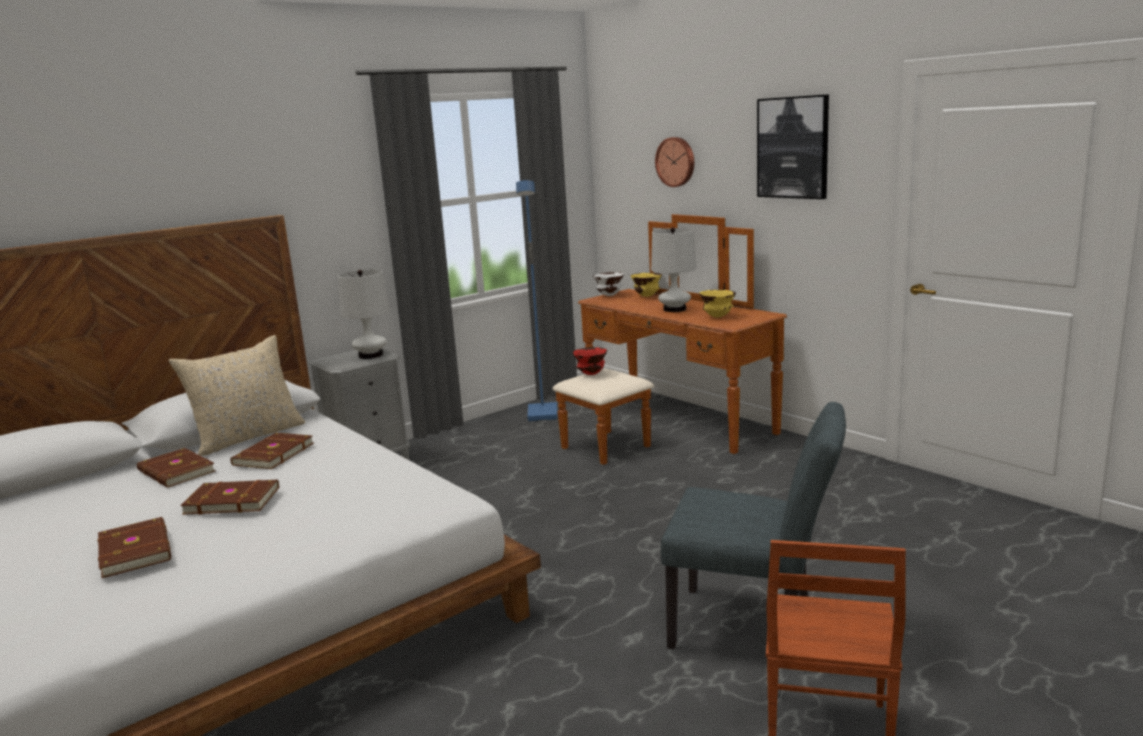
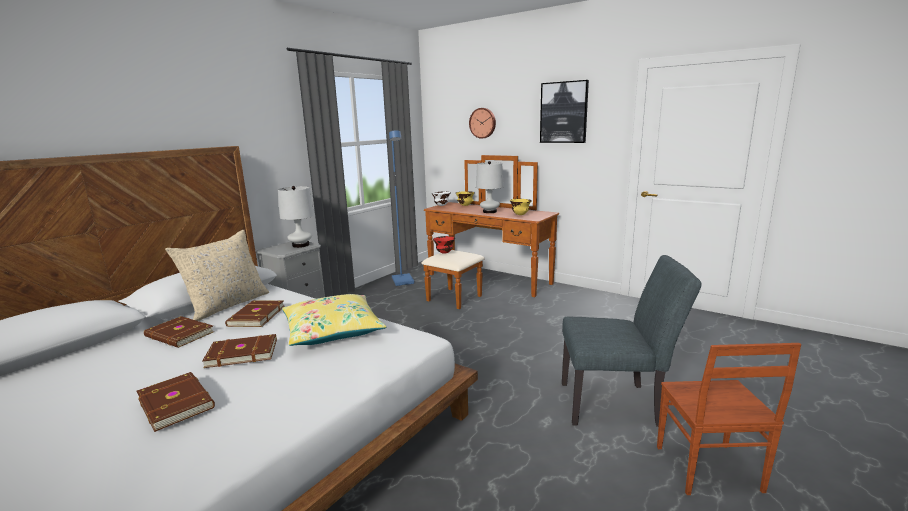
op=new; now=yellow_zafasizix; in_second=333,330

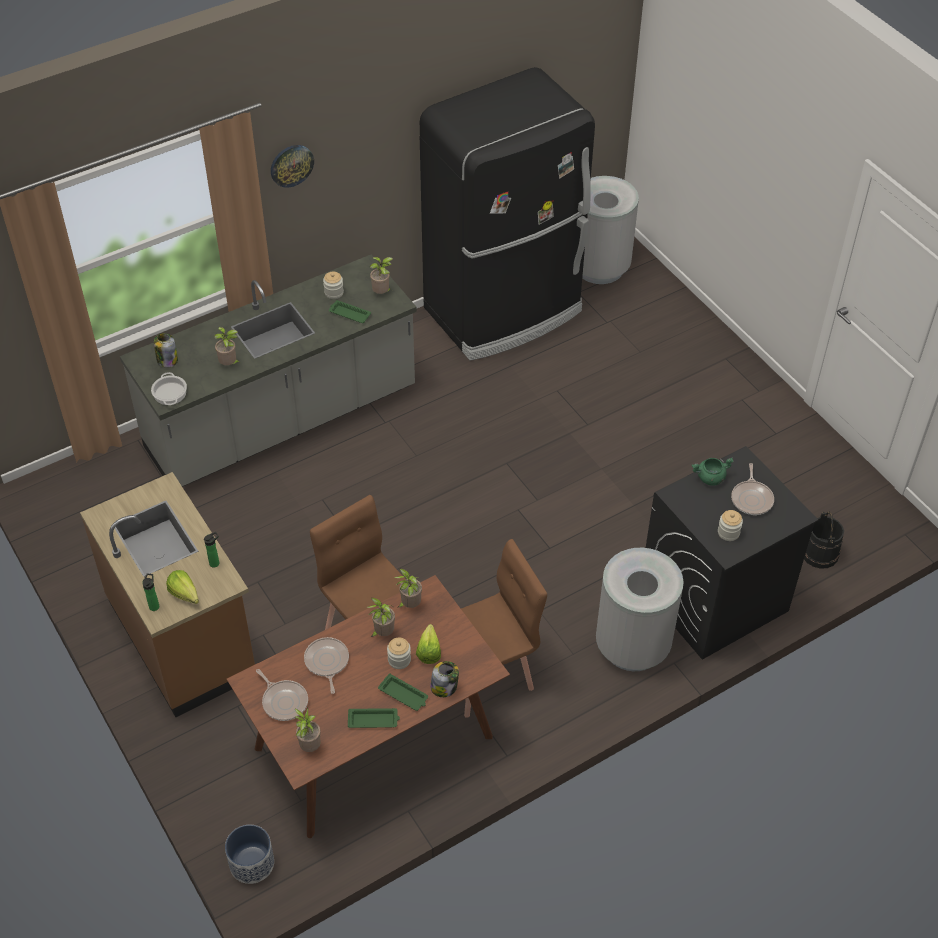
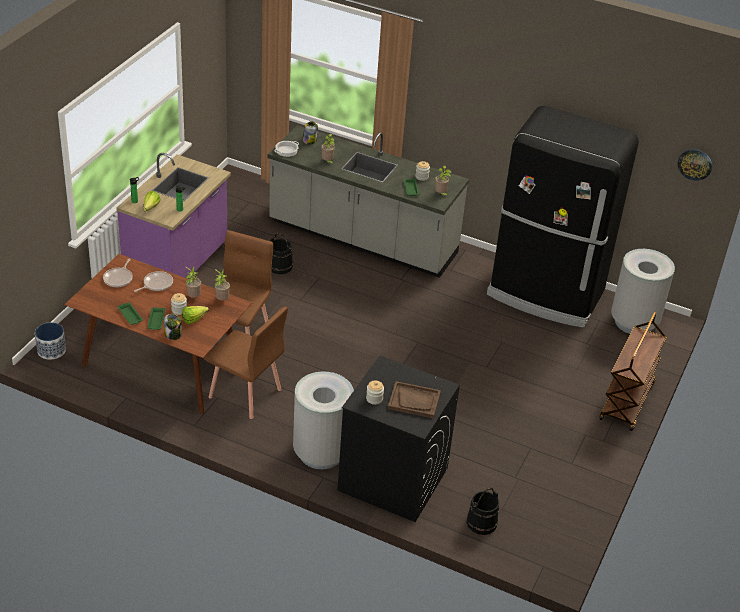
op=repainted; was=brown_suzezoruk; now=purple_suzezoruk; in_first=184,637; in_second=178,266
op=shifted; was=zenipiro; in_first=291,165; in_second=695,164
op=gone; was=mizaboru; in_first=309,746
op=gone; was=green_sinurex; in_first=710,478
op=swapped; was=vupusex; now=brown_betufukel; in_first=752,498; in_second=414,401
op=new; now=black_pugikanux; in_second=280,266
op=new; now=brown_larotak; in_second=627,402

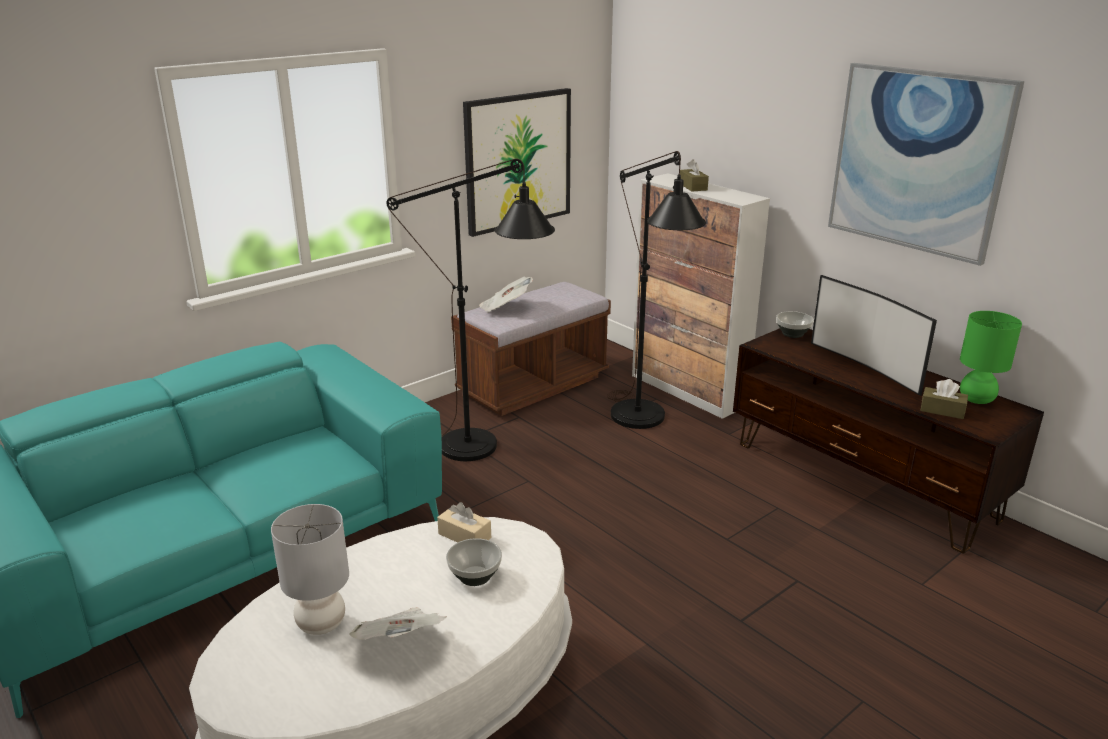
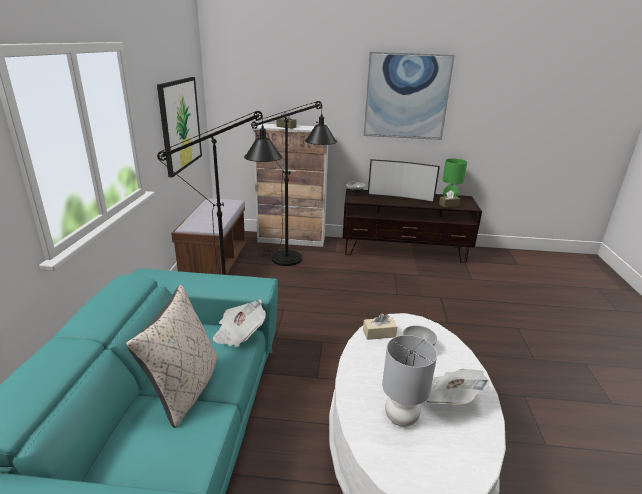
op=shifted; was=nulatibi; in_first=505,308; in_second=239,333
op=new; now=beige_zafasizix; in_second=185,389

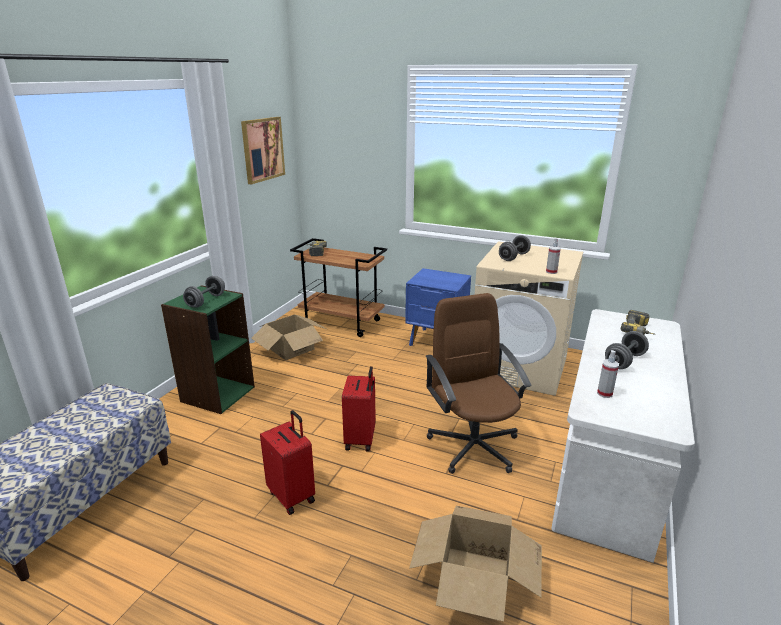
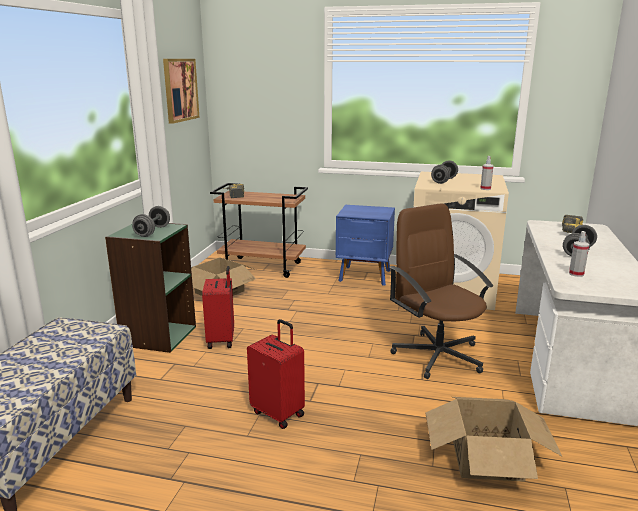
op=shifted; was=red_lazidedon; in_first=361,439; in_second=222,340

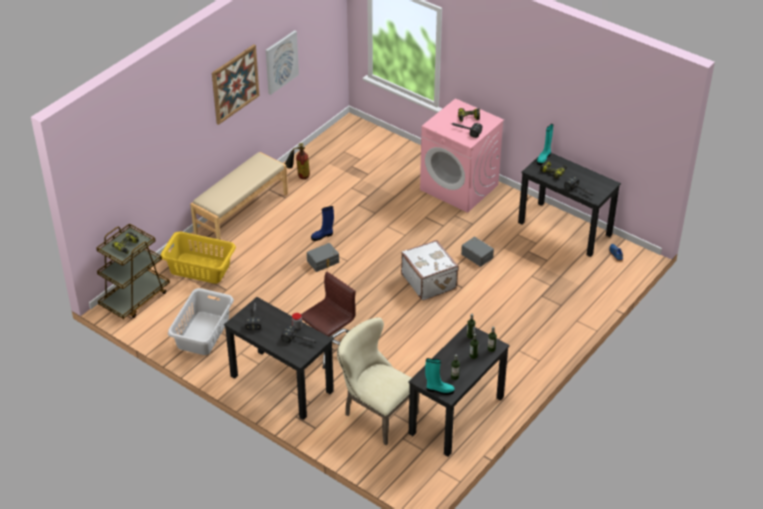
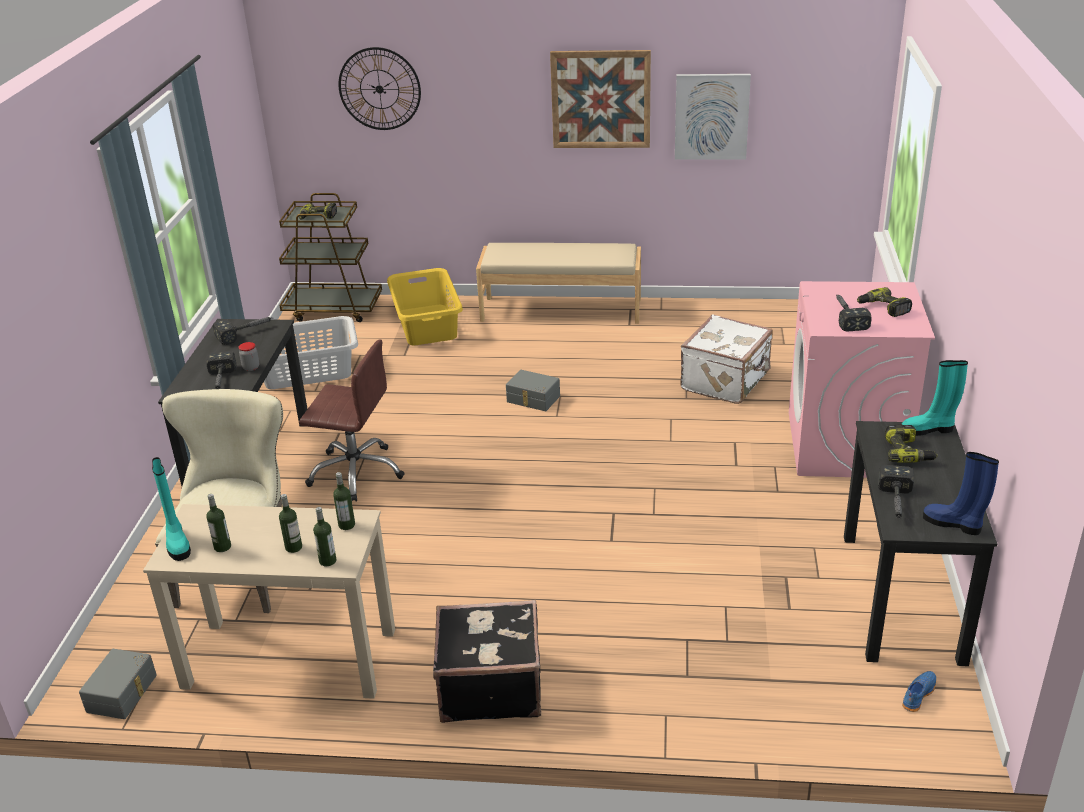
op=gone; was=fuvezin; in_first=298,176
op=shifted; was=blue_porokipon; in_first=322,236; in_second=953,524
op=shifted; was=white_lazidedon; in_first=429,281; in_second=726,381
op=repainted; was=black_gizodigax; now=beige_gizodigax; in_first=456,415; in_second=289,658
op=shifted; was=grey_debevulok; in_first=477,255; in_second=123,693
op=new; now=zenipiro; in_second=379,89
op=new; now=black_lazidedon; in_second=489,686

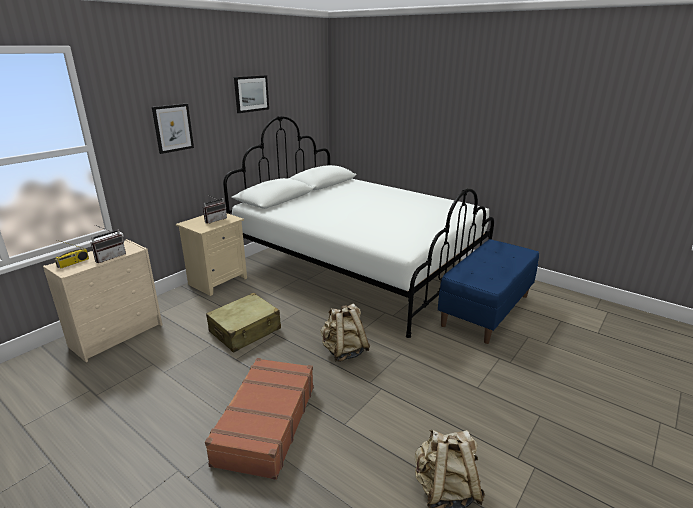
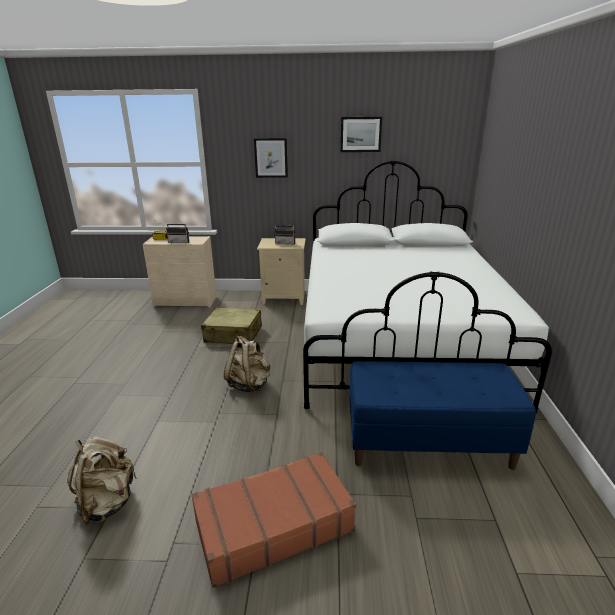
op=shifted; was=brown_lazidedon; in_first=265,424; in_second=273,525

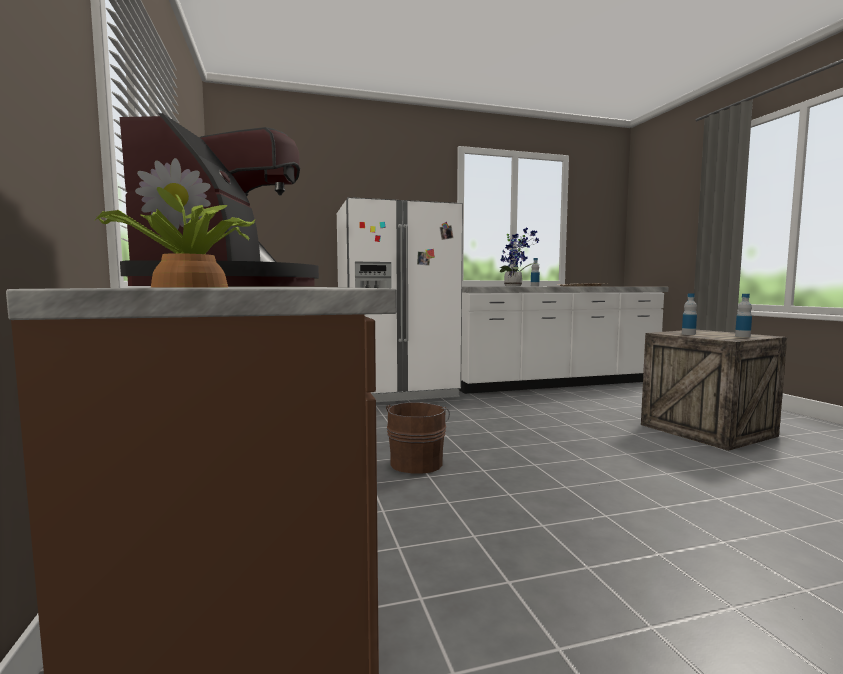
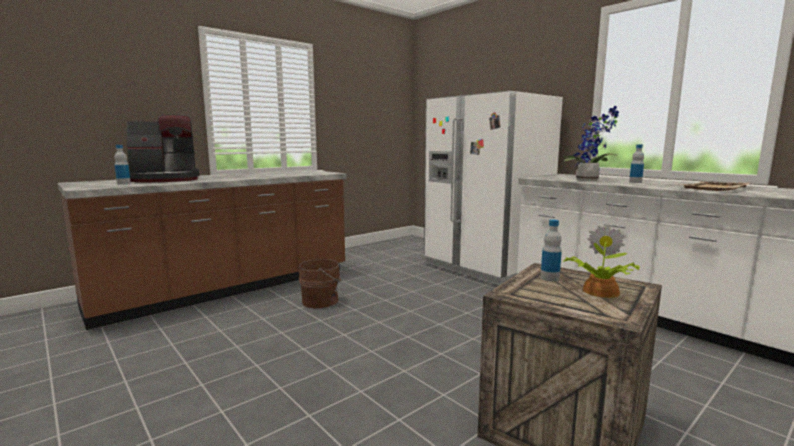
op=shifted; was=mizaboru; in_first=188,287; in_second=599,291
op=shifted; was=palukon; in_first=742,336; in_second=123,183

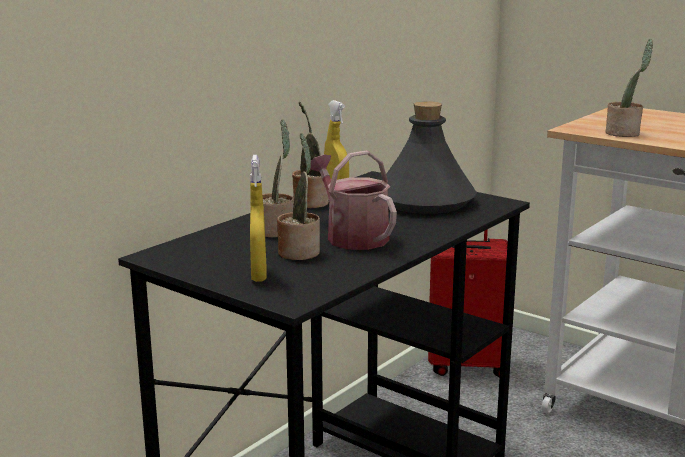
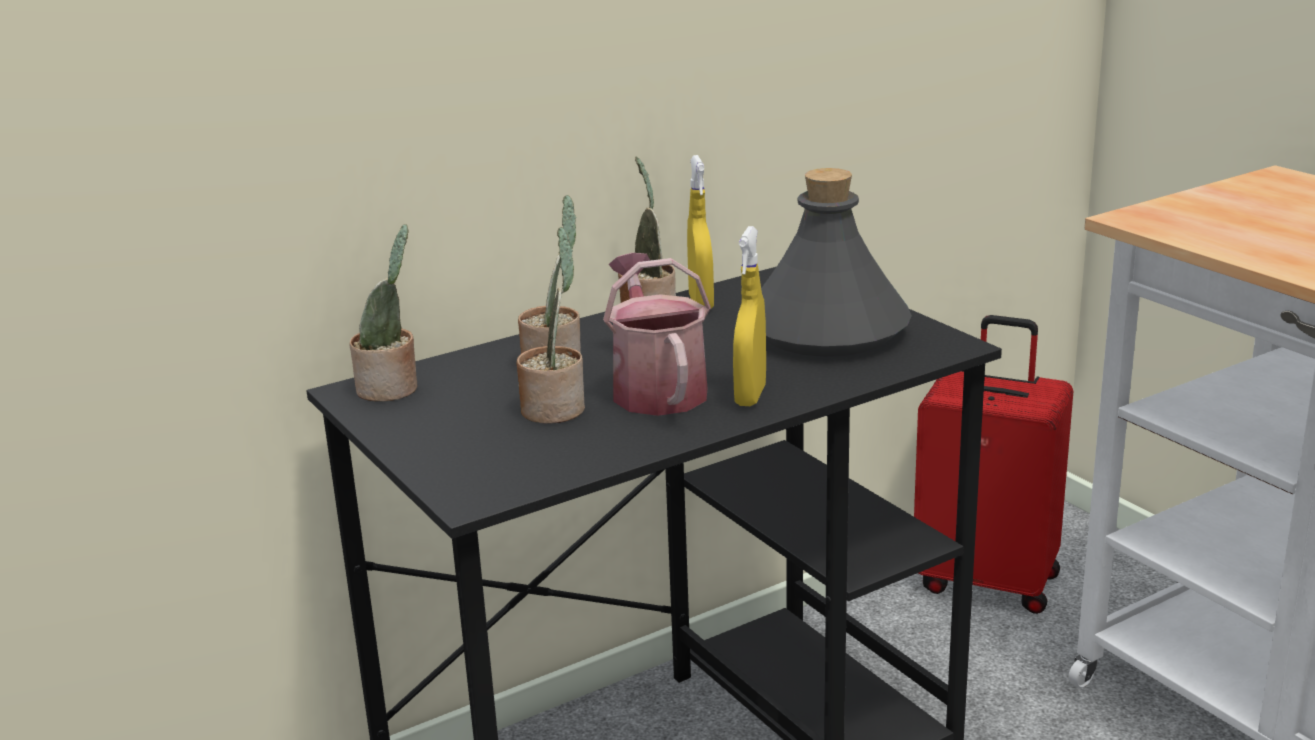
op=shifted; was=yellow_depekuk; in_first=259,275; in_second=750,396
op=shifted; was=mizaboru; in_first=625,133; in_second=391,389

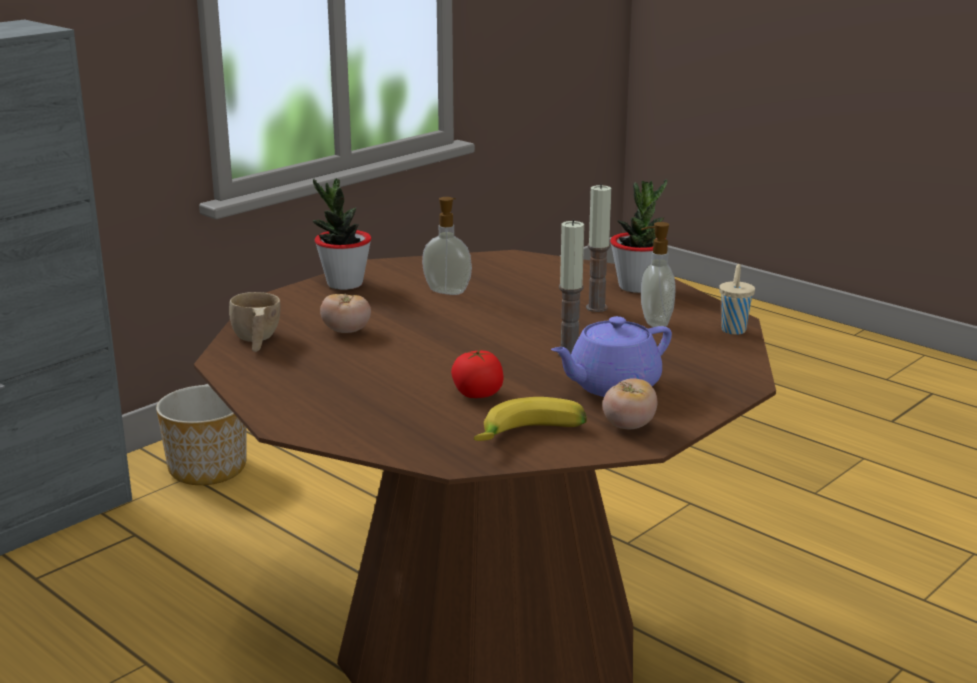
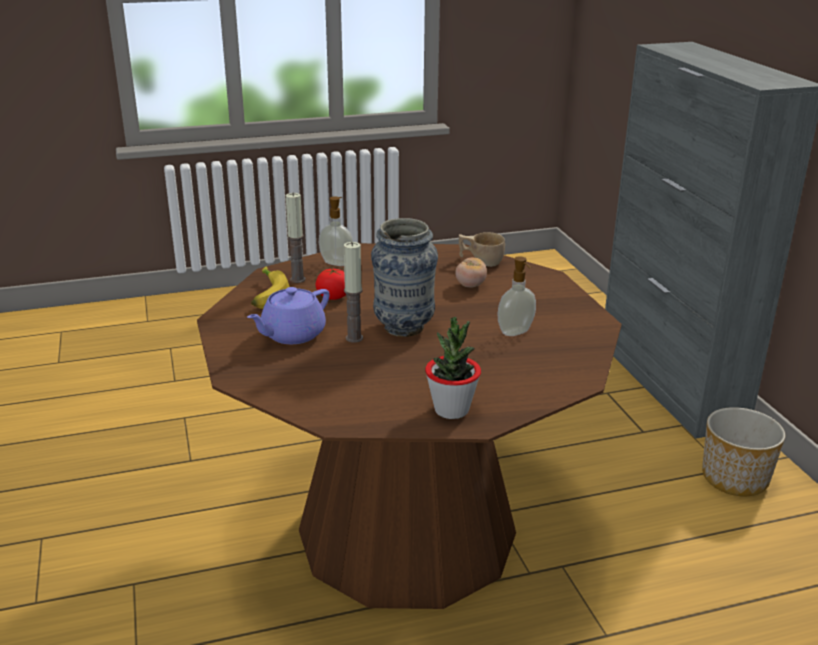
op=gone; was=mizaboru; in_first=344,284
op=rotated; was=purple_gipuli; in_first=611,386; in_second=292,335; clockwise=-135
op=shifted; was=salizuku; in_first=596,308; in_second=297,279
op=gone; was=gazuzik; in_first=628,426
op=shifted; was=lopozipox; in_first=654,322; in_second=337,263
op=gone; was=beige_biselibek; in_first=733,331
op=new; now=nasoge; in_second=404,328

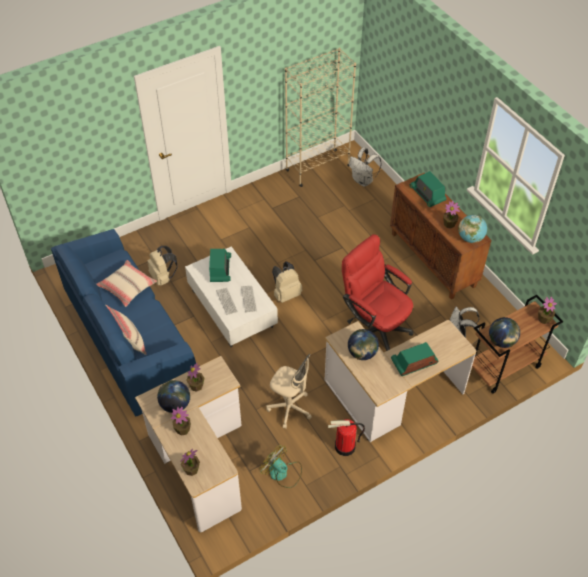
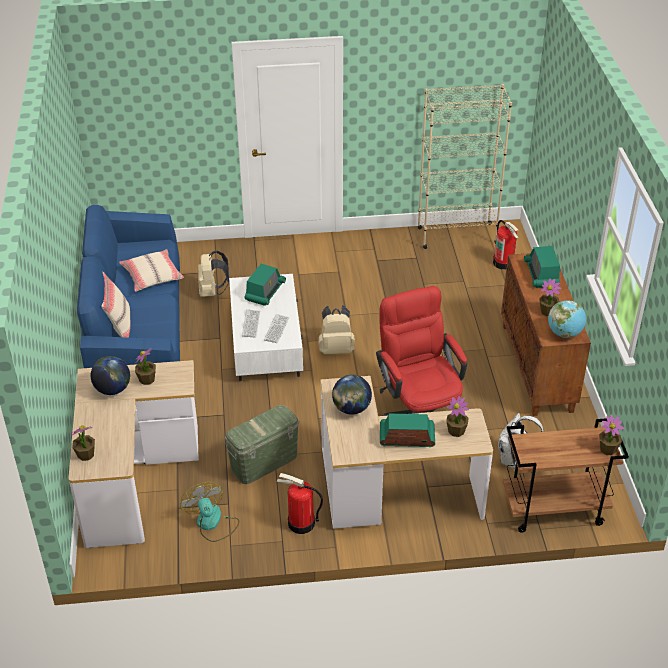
op=shifted; was=mizaboru; in_first=183,429; in_second=456,431
op=swapped; was=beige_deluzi; now=green_debevulok; in_first=290,408; in_second=264,462
op=swapped; was=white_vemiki; now=fuvezin; in_first=363,181; in_second=504,263
op=gone; was=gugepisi; in_first=501,341

